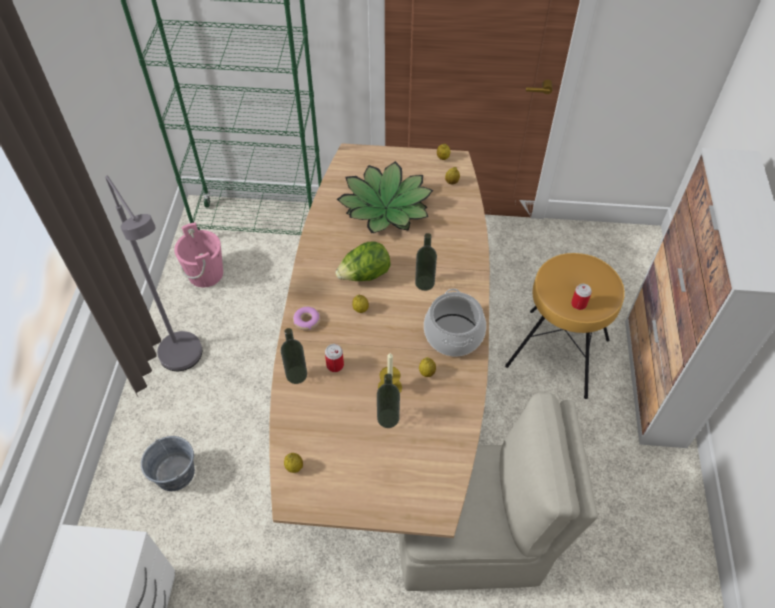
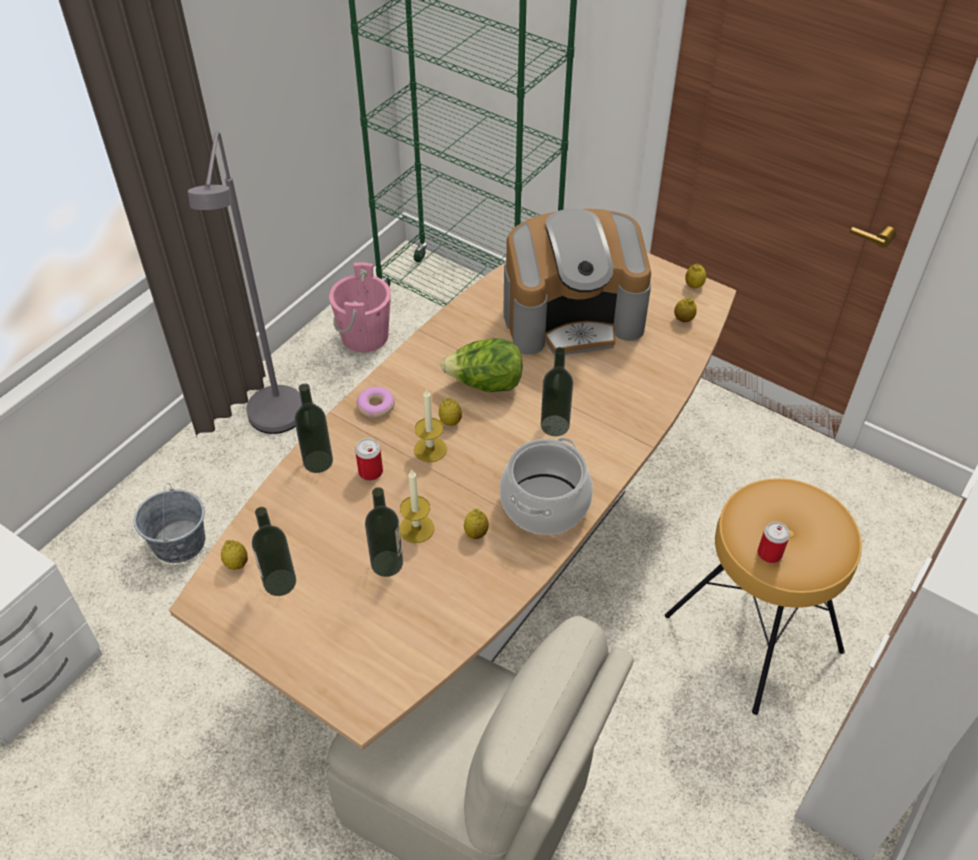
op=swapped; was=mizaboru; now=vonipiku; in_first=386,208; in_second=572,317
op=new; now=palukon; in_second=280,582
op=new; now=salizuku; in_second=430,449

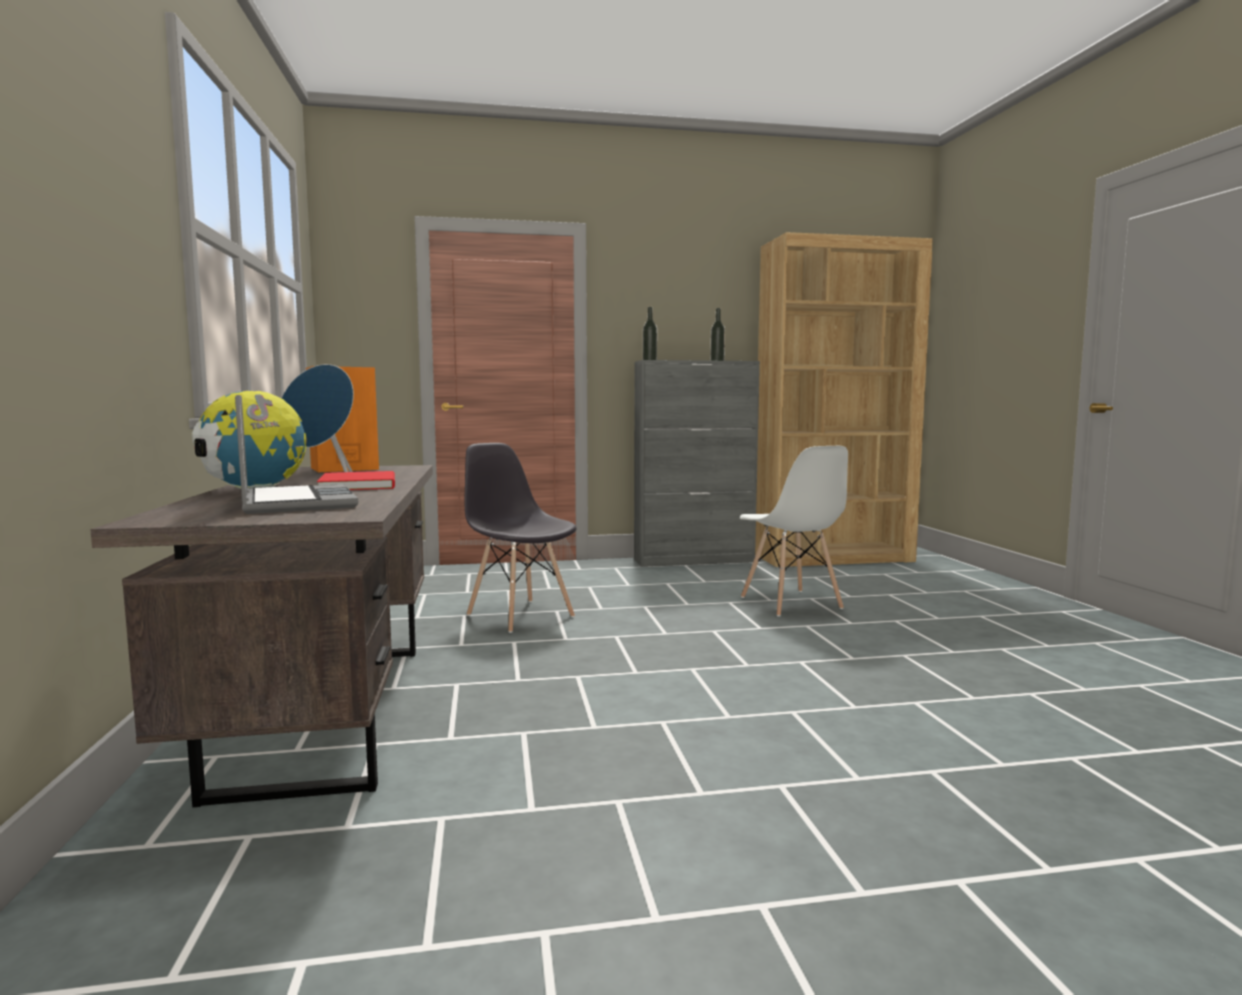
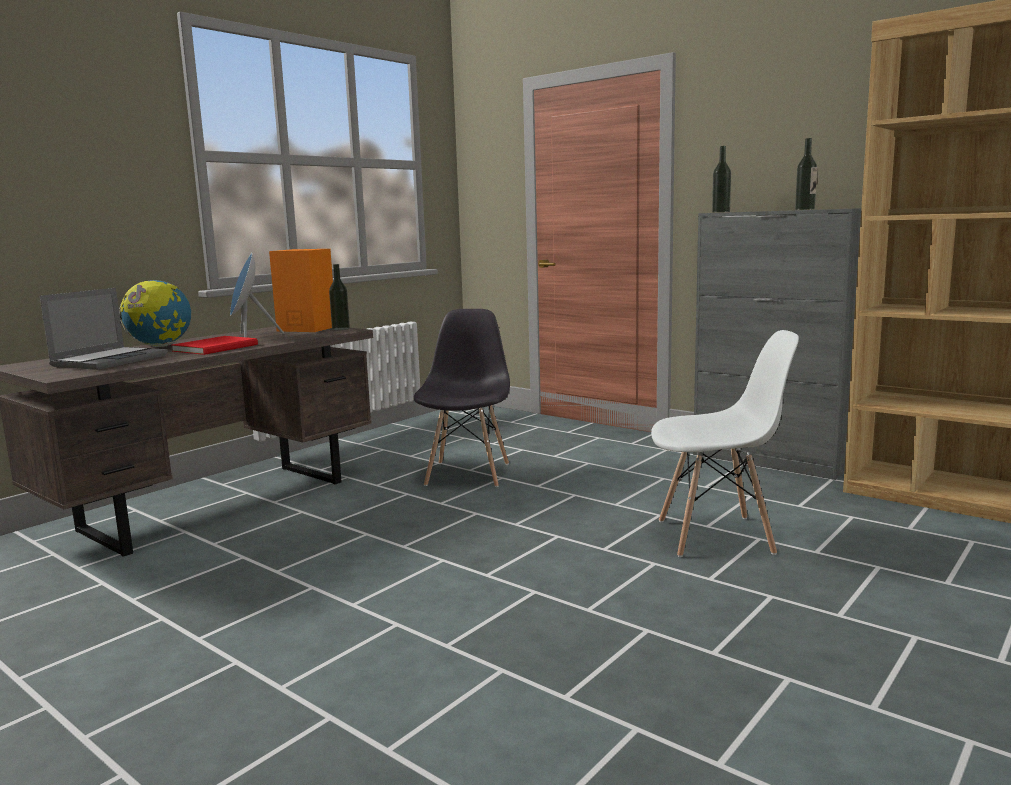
op=rotated; was=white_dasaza; in_first=791,603; in_second=716,536; clockwise=-120
op=new; now=palukon; in_second=341,329

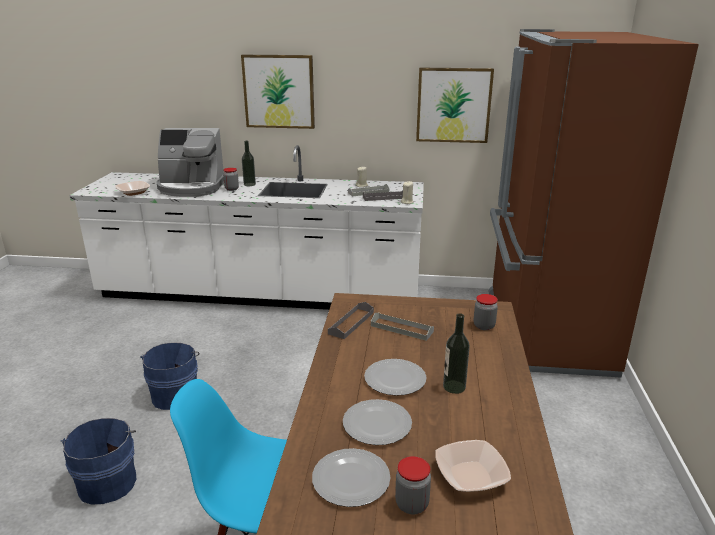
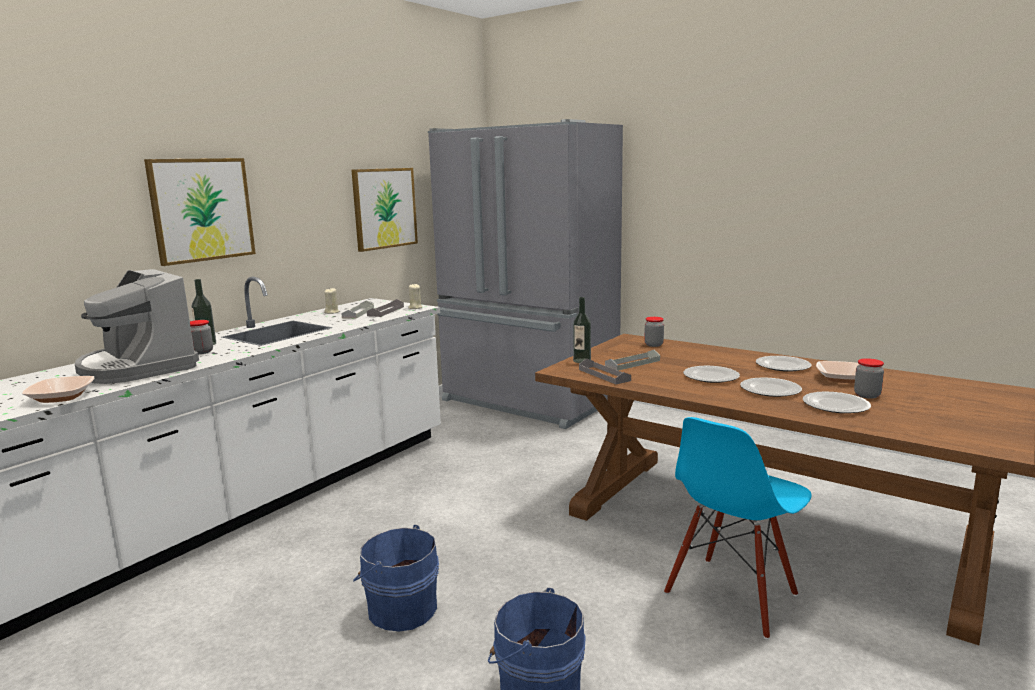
op=rotated; was=vonipiku; in_first=191,188; in_second=138,368; clockwise=105
op=shifted; was=palukon; in_first=454,387; in_second=582,361
op=repainted; was=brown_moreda; now=grey_moreda; in_first=543,330; in_second=528,401
op=new; now=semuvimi; in_second=782,366

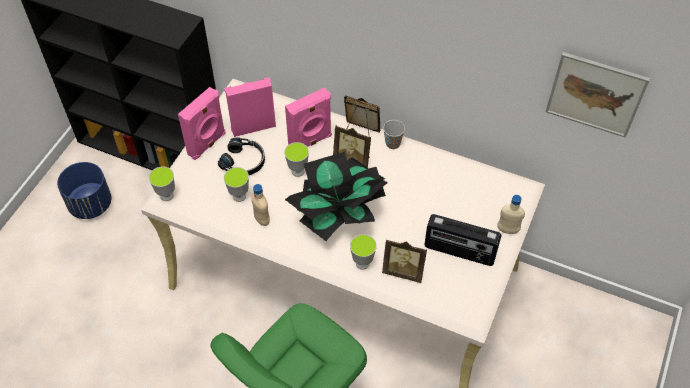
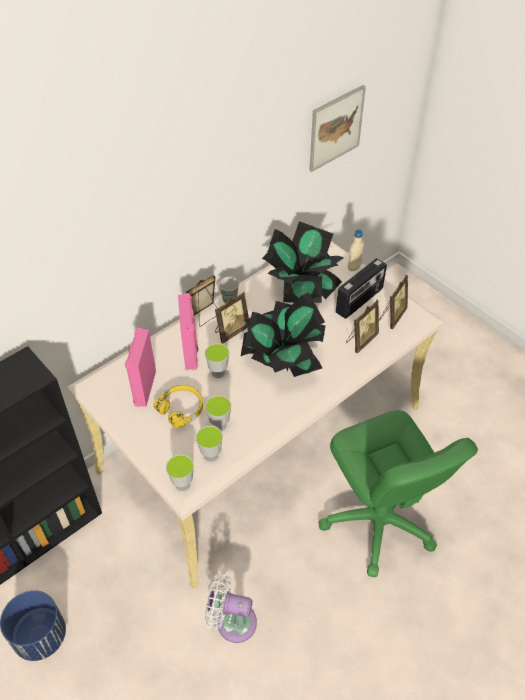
op=gone; was=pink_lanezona; in_first=207,144
op=repainted; was=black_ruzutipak; now=yellow_ruzutipak; in_first=244,161; in_second=181,408
op=gone; was=beige_palukon; in_first=262,219
op=shifted; was=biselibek; in_first=362,263; in_second=211,456
op=new; now=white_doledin; in_second=232,621
op=new; now=mizaboru; in_second=302,287
op=new; now=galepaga; in_second=392,316

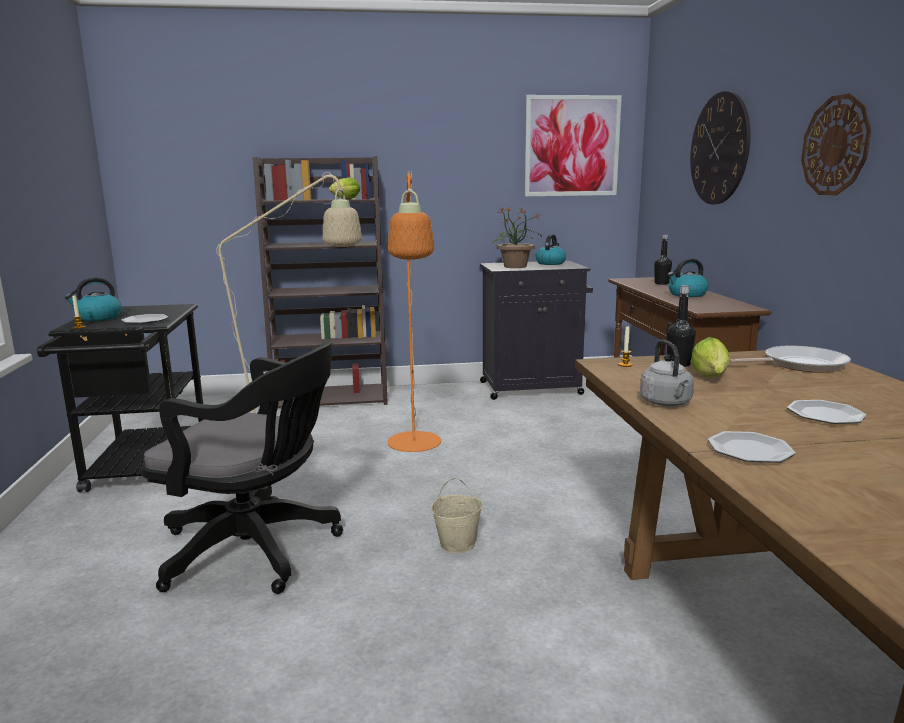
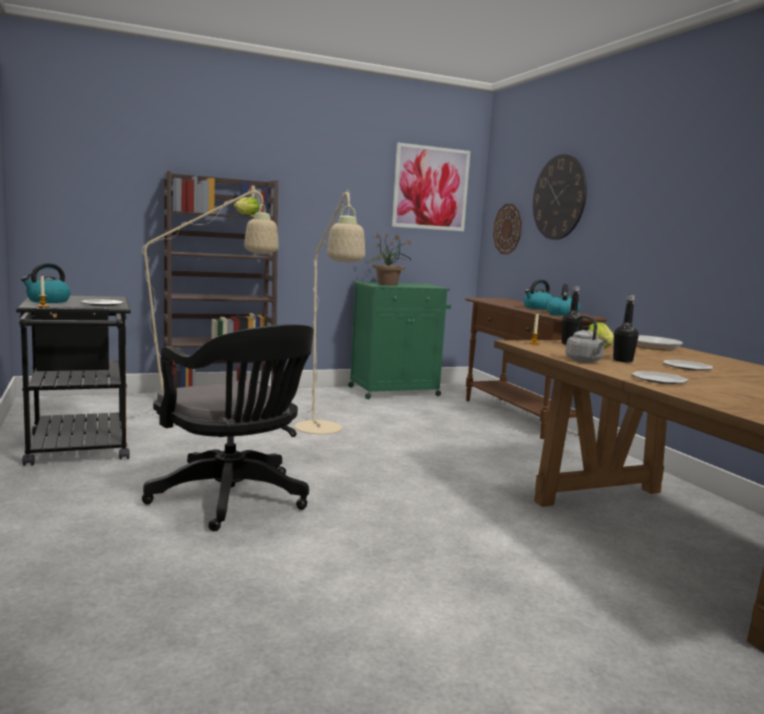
op=rotated; was=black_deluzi; in_first=257,550; in_second=234,500; clockwise=45
op=repainted; was=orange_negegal; now=beige_negegal; in_first=415,447; in_second=321,431
op=gone; was=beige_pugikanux; in_first=458,544
op=repainted; was=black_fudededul; now=green_fudededul; in_first=532,388; in_second=395,391
op=shifted; was=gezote; in_first=550,263; in_second=562,314
op=shifted; was=black_palukon; in_first=661,283; in_second=622,360
op=shifted; was=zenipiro; in_first=835,146; in_second=508,229

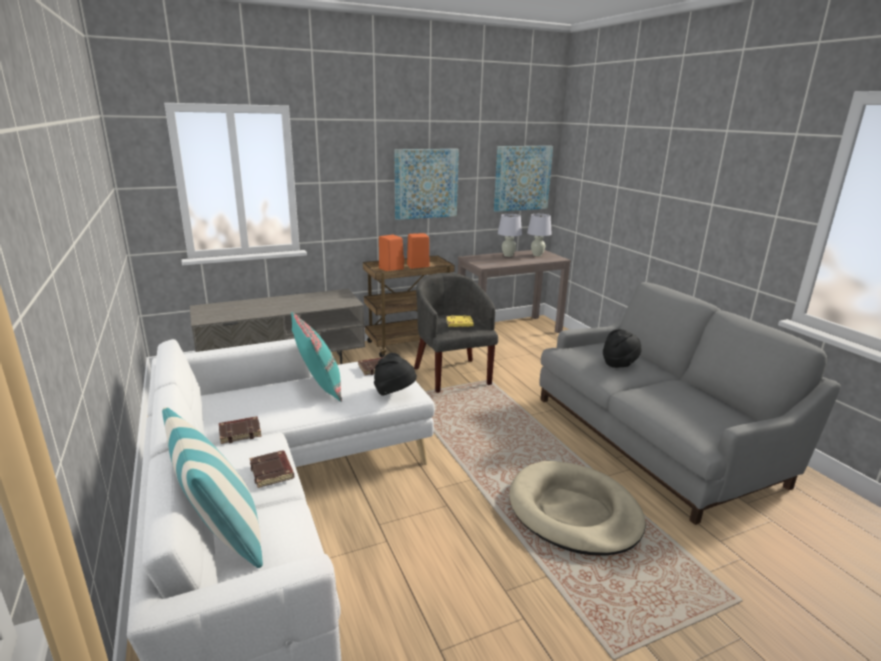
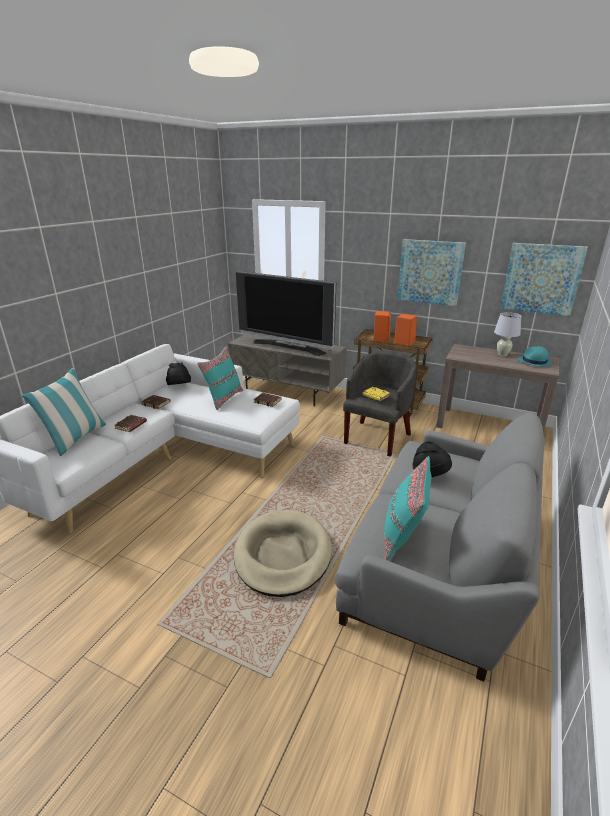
op=shifted; was=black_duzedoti; in_first=394,393; in_second=179,387
op=swapped; was=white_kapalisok; now=turquoise_duzedoti; in_first=537,255; in_second=534,361
op=new; now=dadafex; in_second=288,347
op=new; now=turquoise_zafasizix; in_second=403,536

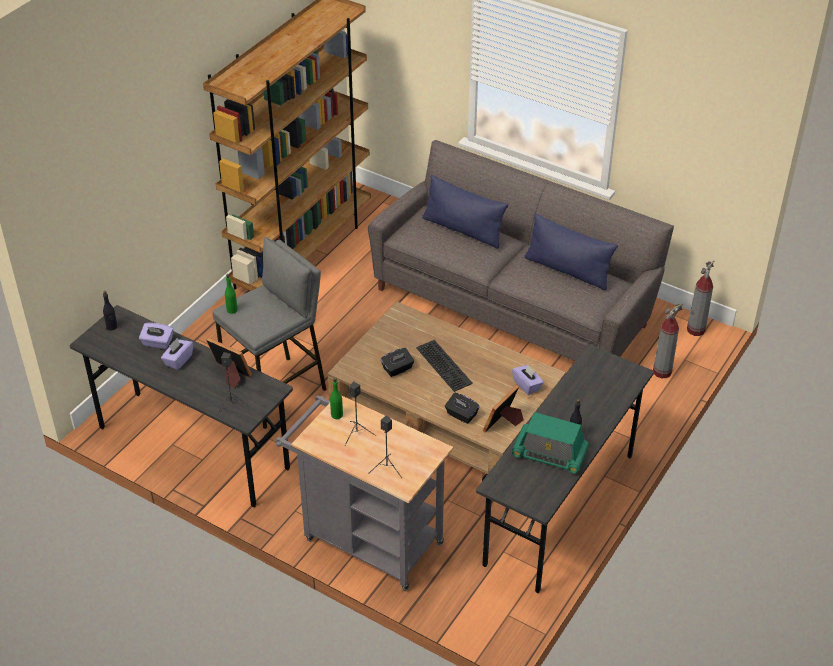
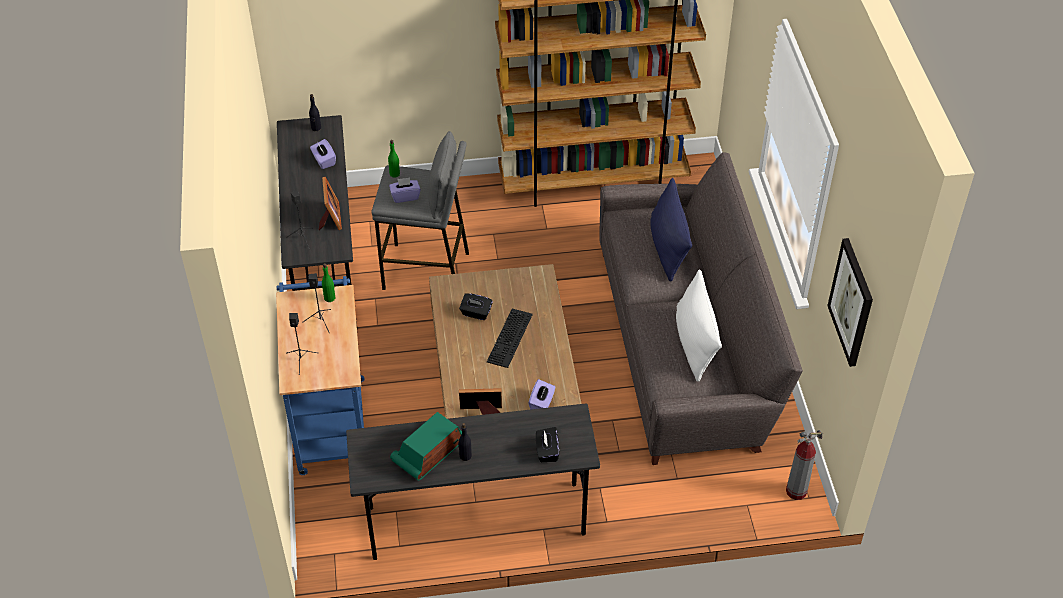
op=shifted; was=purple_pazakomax; in_first=178,360; in_second=405,196
op=repainted; was=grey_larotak; now=blue_larotak; in_first=366,539; in_second=331,419
op=shifted; was=black_pazakomax; in_first=461,415; in_second=547,451
op=rotated; was=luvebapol; in_first=549,453; in_second=429,452; clockwise=60
op=repainted; was=blue_zafasizix; now=white_zafasizix; in_first=567,270; in_second=694,342
op=gone; was=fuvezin; in_first=662,372
op=new; now=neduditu; in_second=852,302

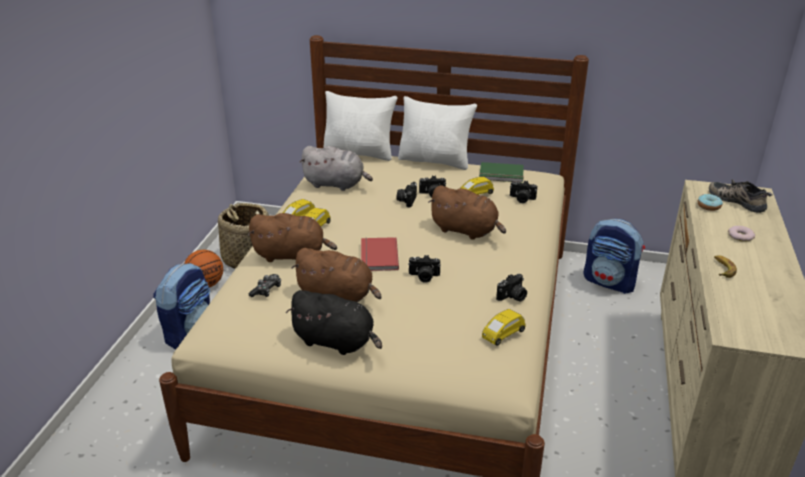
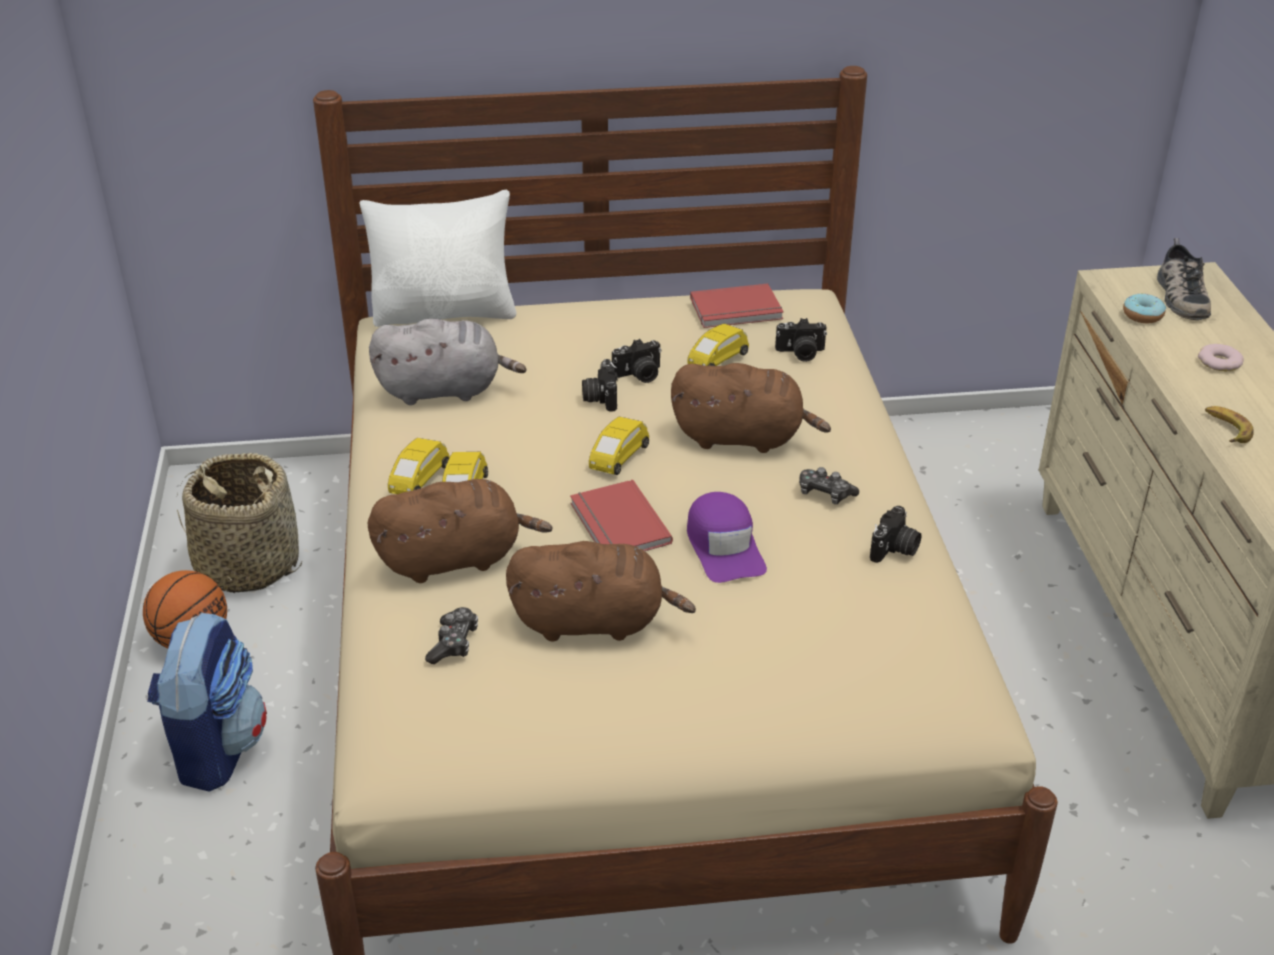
op=gone; was=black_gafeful; in_first=336,342
op=gone; was=white_zafasizix; in_first=435,160
op=swapped; was=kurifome; now=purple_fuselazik; in_first=424,277; in_second=724,547
op=repainted; was=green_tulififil; now=red_tulififil; in_first=501,175; in_second=737,310
op=shifted; was=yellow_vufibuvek; in_first=502,335; in_second=618,458
op=gone; was=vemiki; in_first=610,282
op=rotated; was=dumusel; in_first=738,200; in_second=1179,295; clockwise=-120
op=new; now=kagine; in_second=825,493

